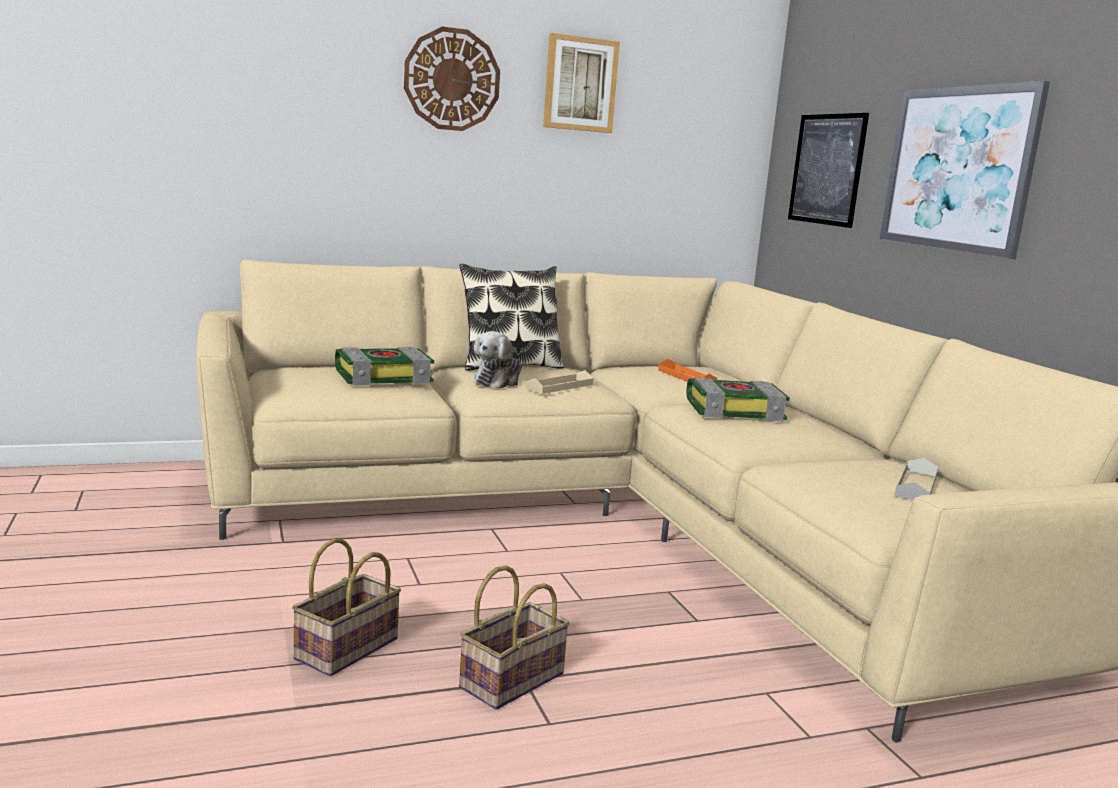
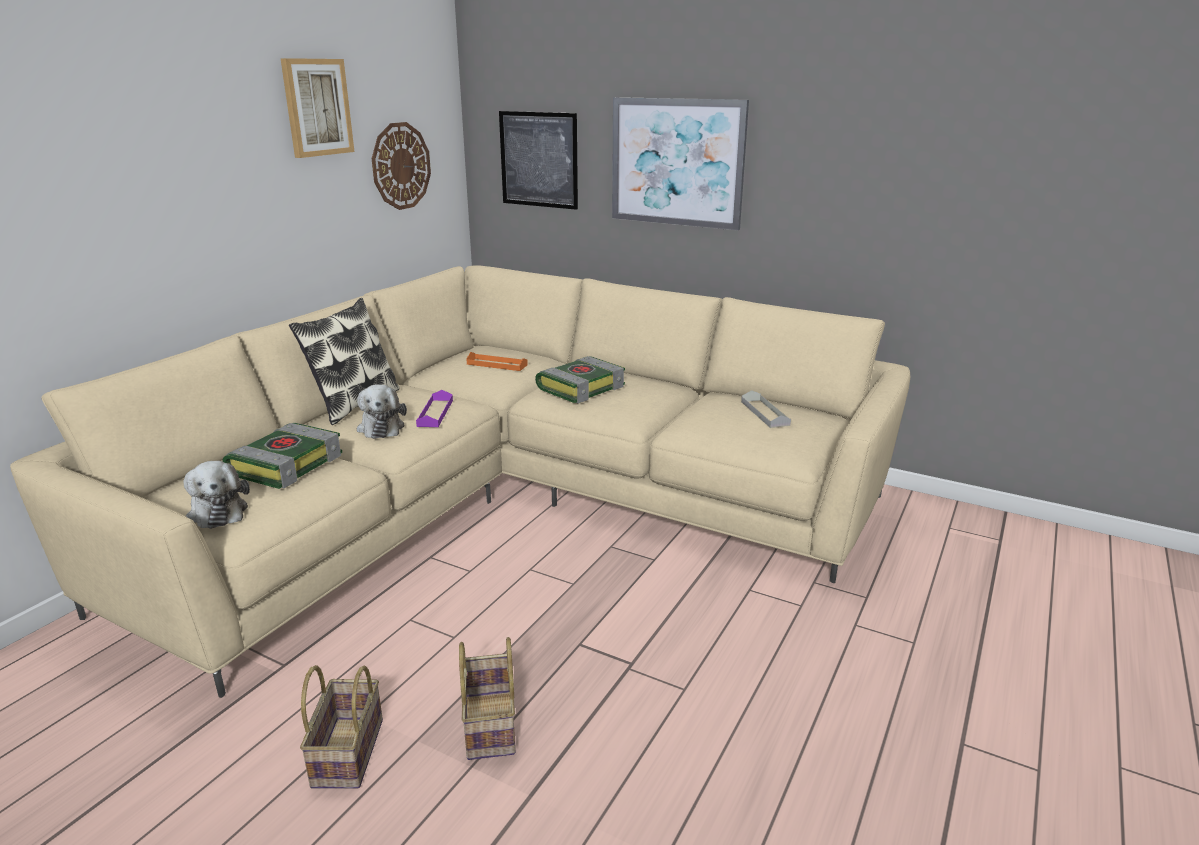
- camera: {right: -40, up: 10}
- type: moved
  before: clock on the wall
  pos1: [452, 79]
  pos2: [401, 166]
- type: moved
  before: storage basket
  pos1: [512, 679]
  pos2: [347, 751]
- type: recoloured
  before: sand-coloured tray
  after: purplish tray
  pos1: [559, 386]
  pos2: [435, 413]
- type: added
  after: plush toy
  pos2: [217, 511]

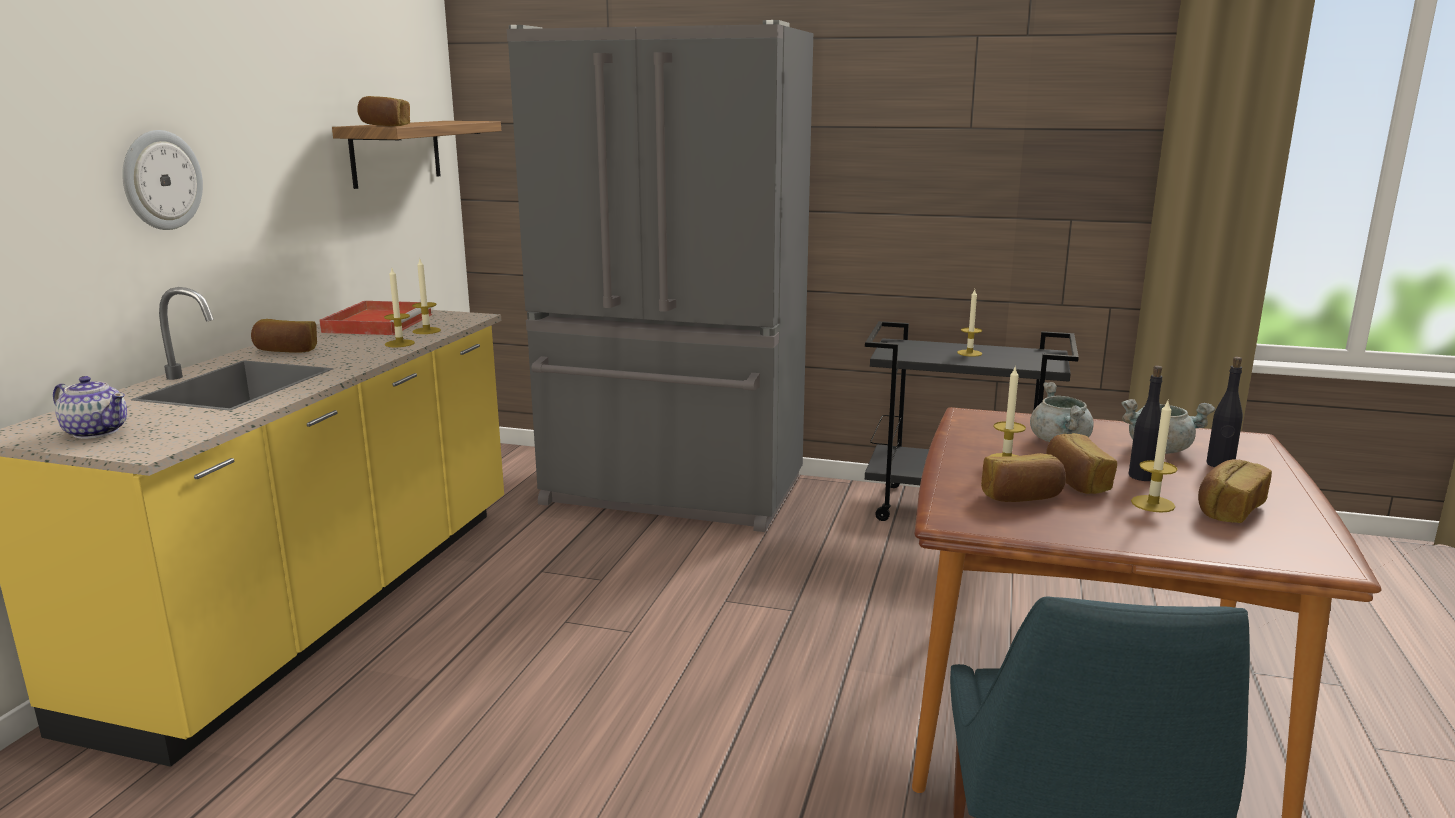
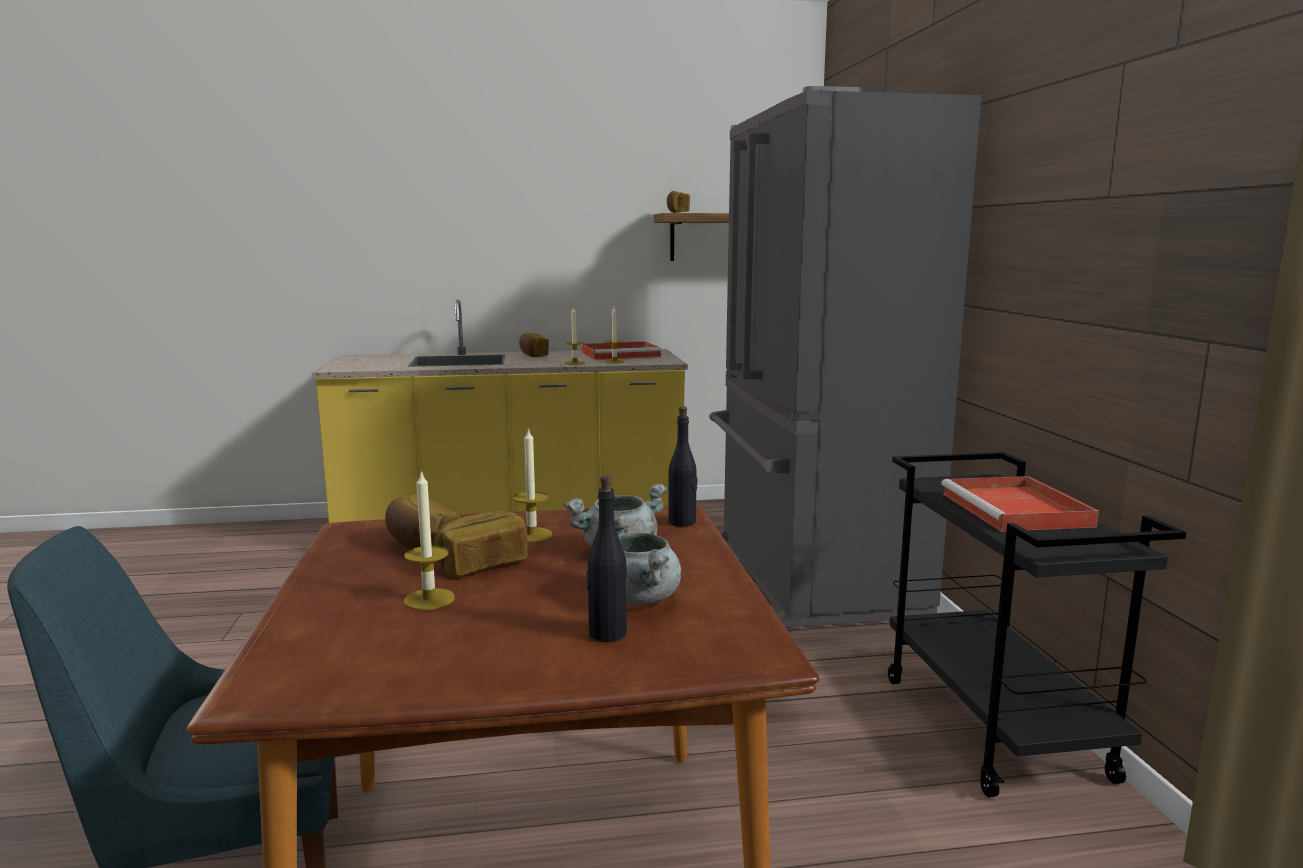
- camera: {right: 65, up: -5}
- type: removed
  before: teapot
  pos1: [96, 432]
- type: removed
  before: clock on the wall
  pos1: [161, 180]
- type: replaced
  before: wax candle
  after: red tray
  pos1: [969, 353]
  pos2: [1017, 510]
- type: moved
  before: blackish bottle
  pos1: [1142, 476]
  pos2: [682, 522]
- type: removed
  before: baked bread
  pos1: [1228, 510]

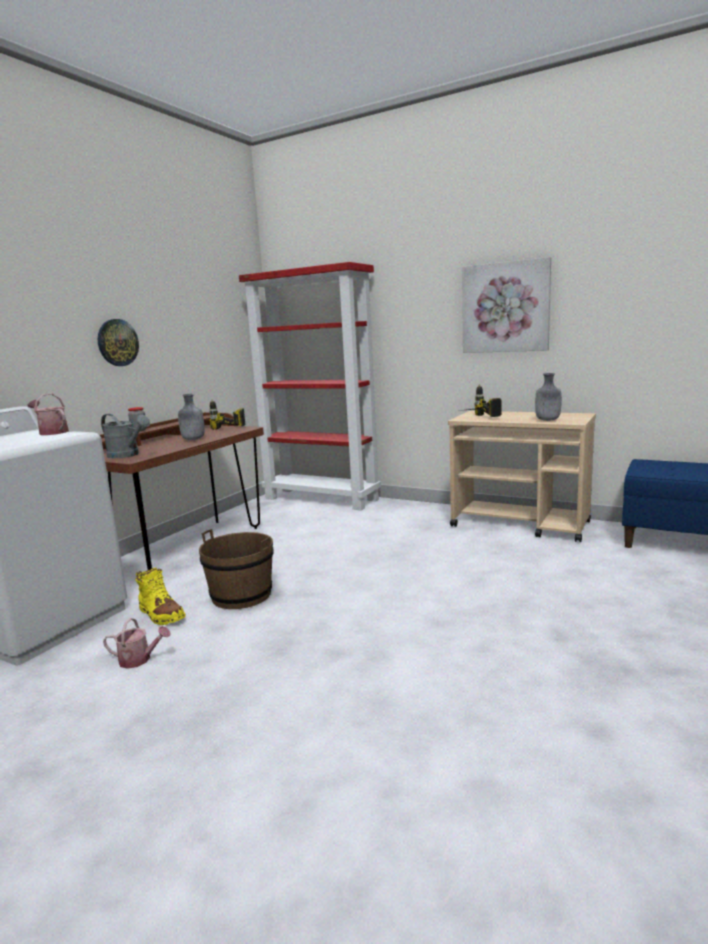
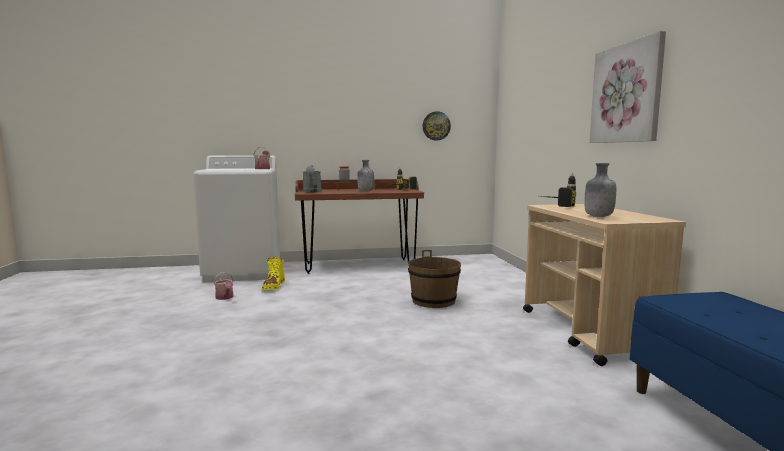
- camera: {right: 50, up: -5}
- type: moved
  before: clock on the wall
  pos1: [117, 342]
  pos2: [436, 126]
- type: moved
  before: brown pail
  pos1: [241, 595]
  pos2: [433, 301]
- type: removed
  before: red bookshelf
  pos1: [322, 499]

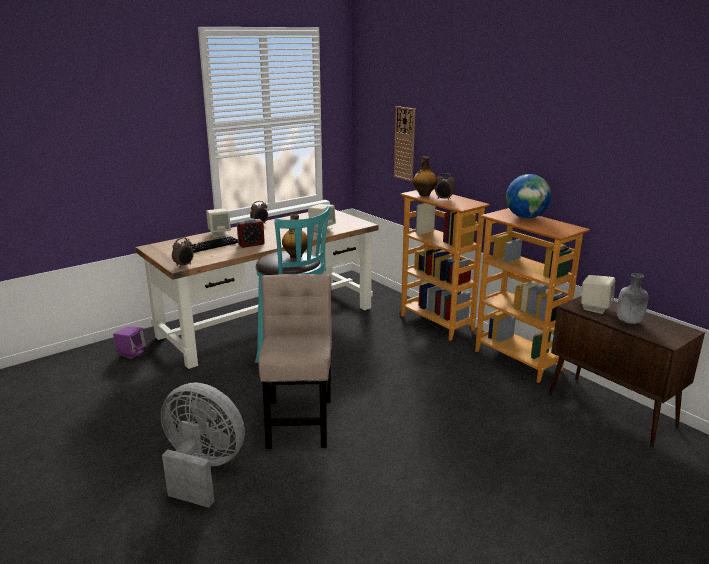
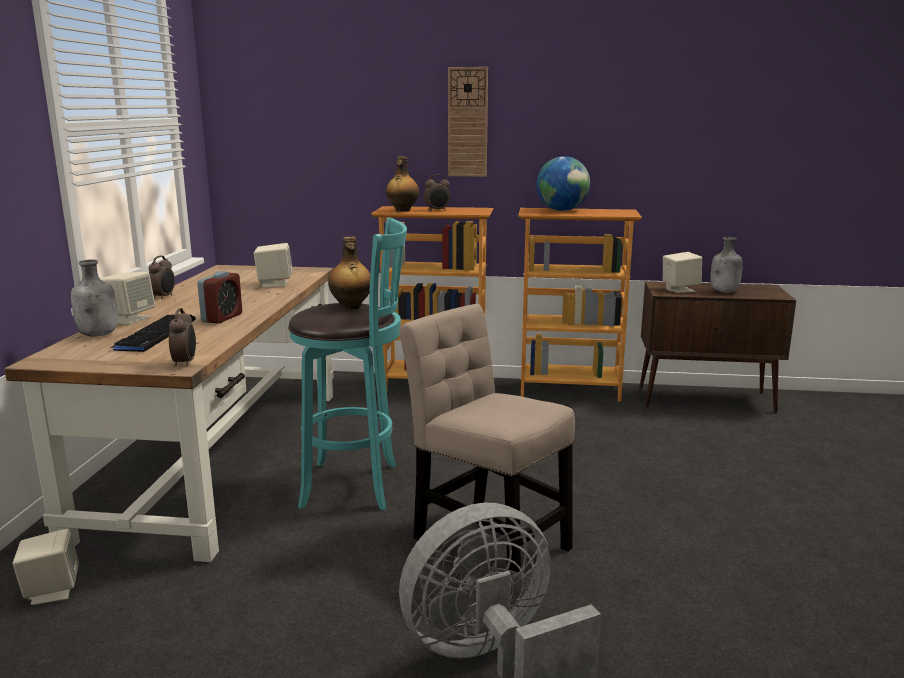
- camera: {right: -45, up: -5}
- type: recoloured
  before: purplish loudspeaker
  after: sand-coloured loudspeaker
  pos1: [132, 353]
  pos2: [51, 591]
- type: moved
  before: clock on the wall
  pos1: [405, 143]
  pos2: [467, 122]
- type: added
  after: gray bottle
  pos2: [99, 334]

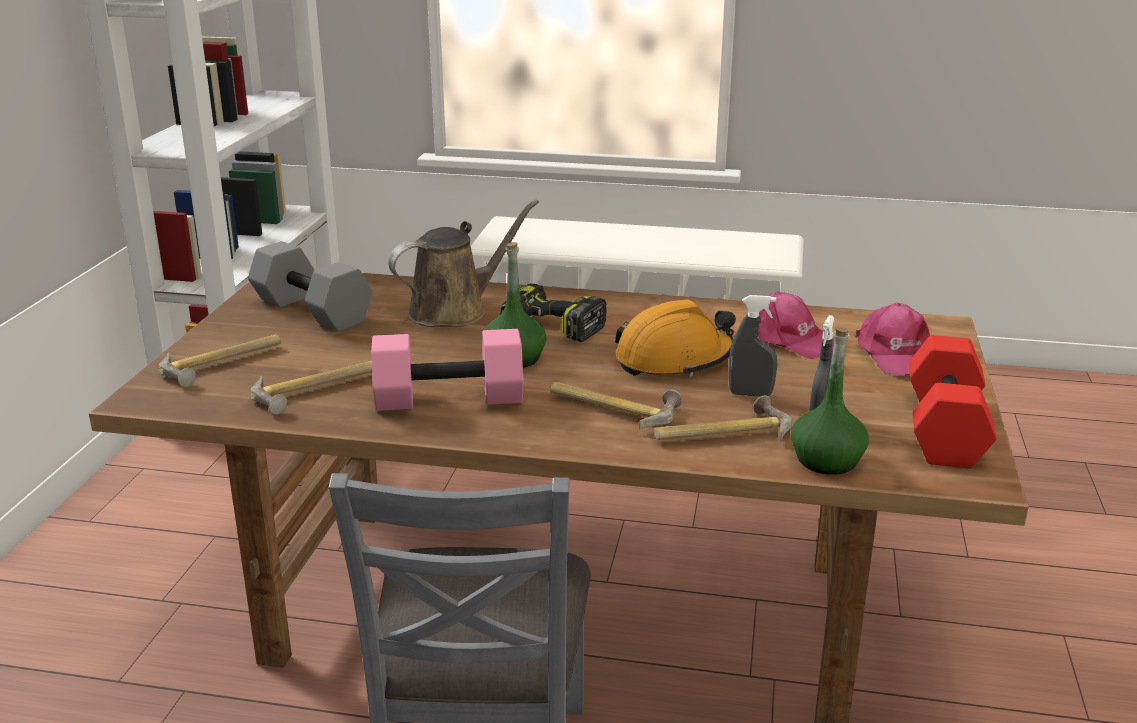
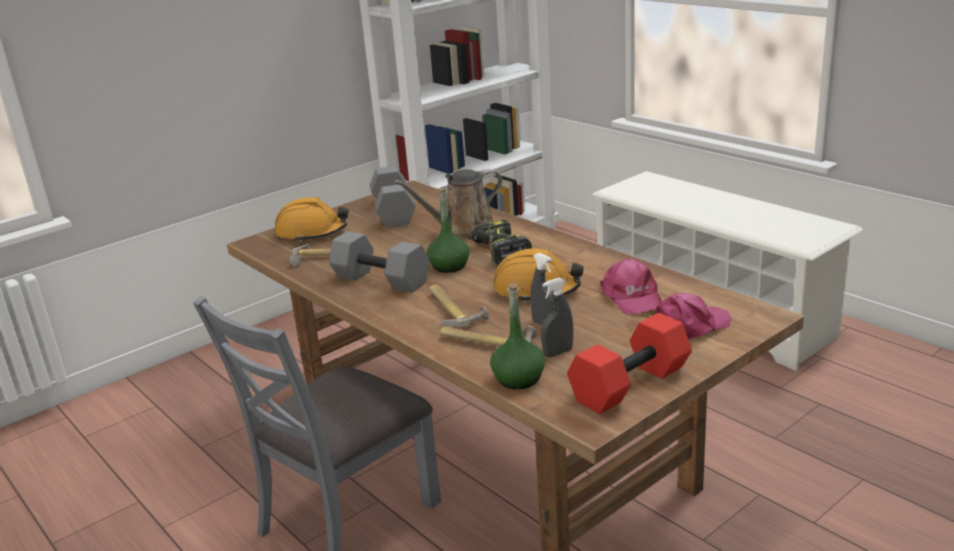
- camera: {right: 40, up: 0}
- type: replaced
  before: tool hammer
  after: orangey hard hat
  pos1: [224, 364]
  pos2: [312, 233]
- type: recoloured
  before: pinkish free weight
  after: gray free weight
  pos1: [450, 397]
  pos2: [383, 279]
- type: turned
  before: brown sprinkling can
  pos1: [454, 311]
  pos2: [463, 229]
  turn: 150
- type: turned
  before: pinkish baseball cap
  pos1: [896, 355]
  pos2: [690, 327]
  turn: -150

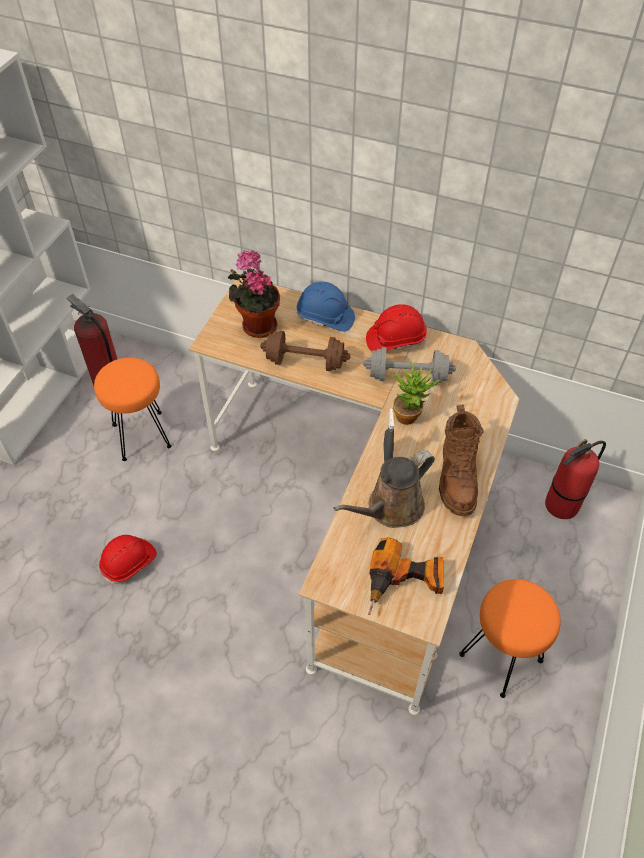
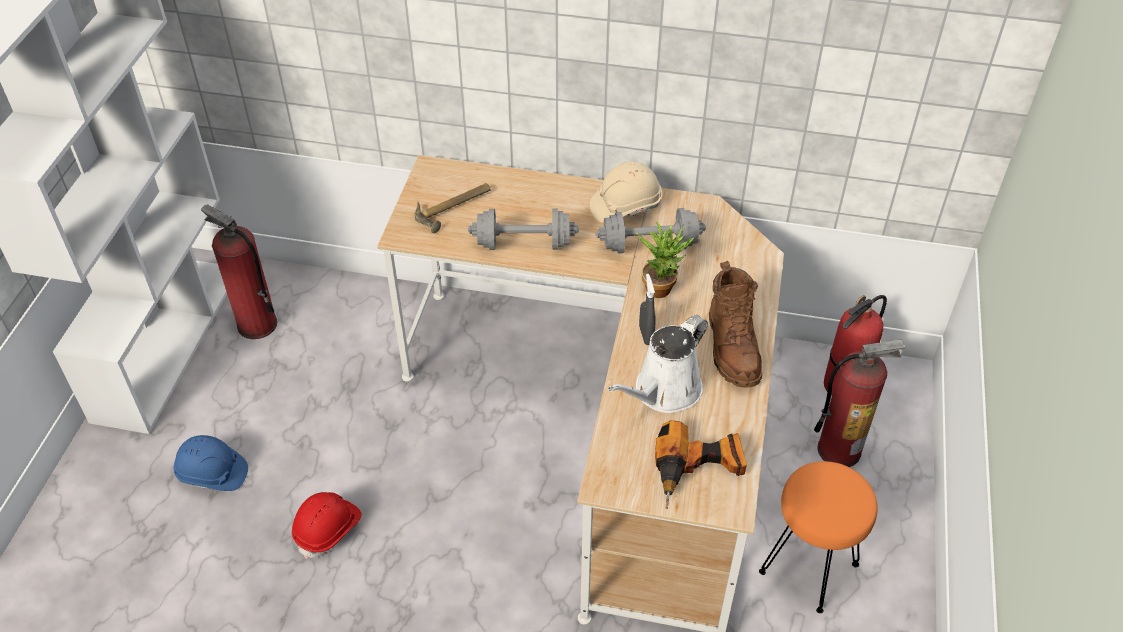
- camera: {right: -10, up: -5}
- type: removed
  before: orangey stool seat
  pos1: [142, 435]
- type: replaced
  before: houseplant
  after: tool hammer
  pos1: [257, 325]
  pos2: [455, 209]
- type: recoloured
  before: brown free weight
  after: gray free weight
  pos1: [305, 362]
  pos2: [524, 244]
- type: moved
  before: blue hard hat
  pos1: [325, 317]
  pos2: [212, 474]
- type: recoloured
  before: brown sprinkling can
  after: white-coloured sprinkling can
  pos1: [391, 508]
  pos2: [663, 392]
- type: recoloured
  before: red hard hat
  after: sand-coloured hard hat
  pos1: [395, 339]
  pos2: [625, 206]
- type: added
  after: extinguisher
  pos2: [839, 449]

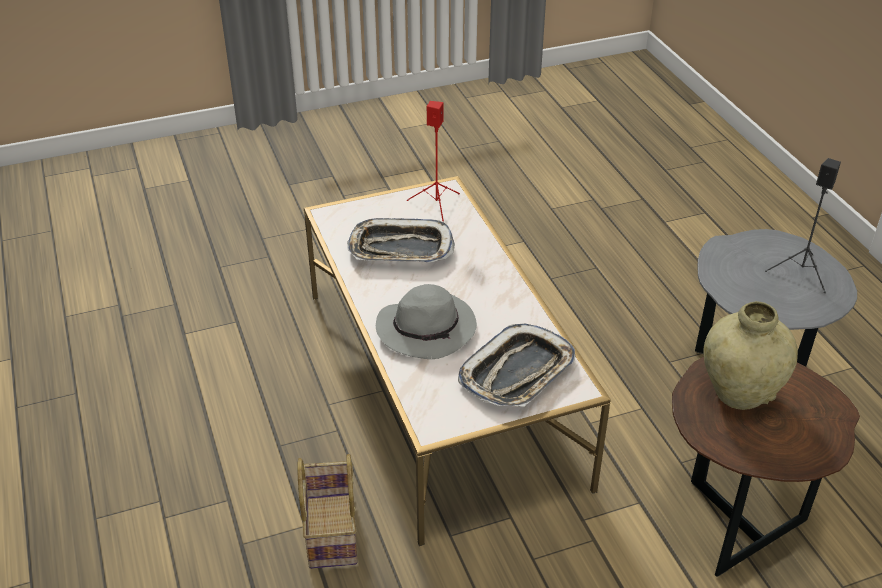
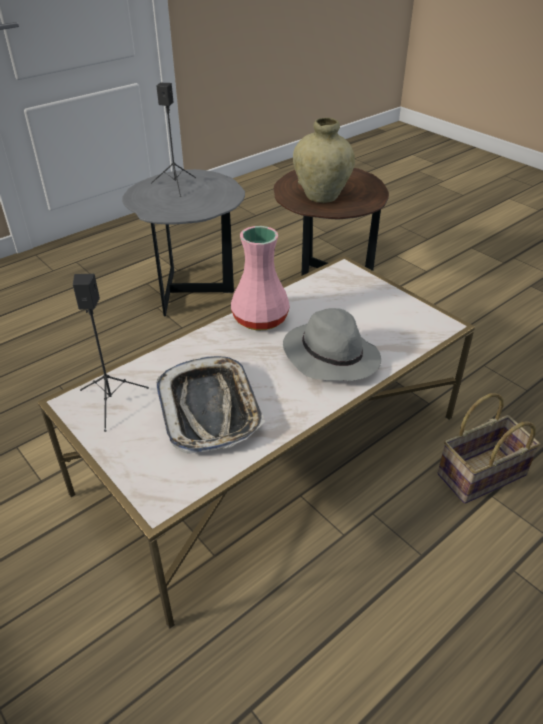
- camera: {right: -110, up: 0}
- type: recoloured
  before: red loudspeaker
  after: blackish loudspeaker
  pos1: [437, 205]
  pos2: [110, 402]
- type: removed
  before: tray
  pos1: [517, 373]
- type: added
  after: pinkish decorative vase
  pos2: [260, 320]

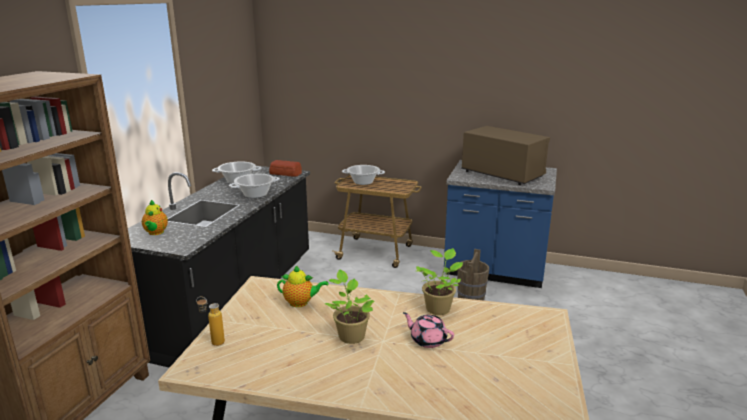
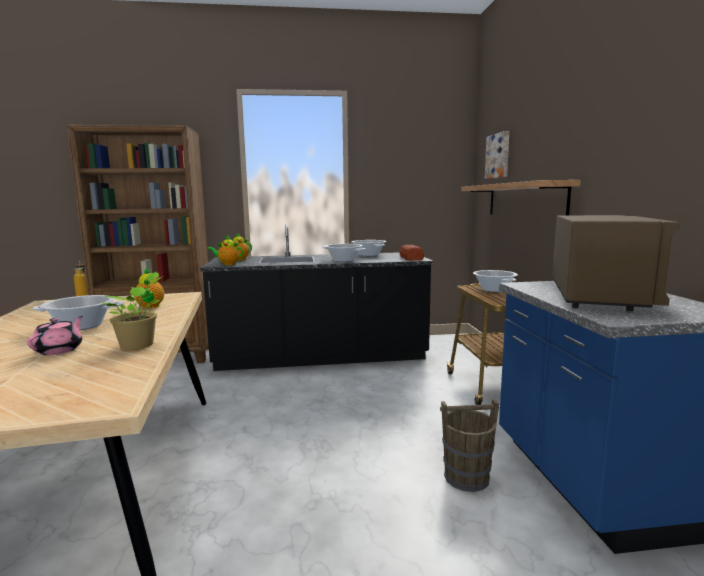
- camera: {right: 65, up: -10}
- type: replaced
  before: houseplant
  after: cooking pot
  pos1: [350, 335]
  pos2: [81, 326]
- type: added
  after: teapot
  pos2: [227, 264]
- type: added
  after: wall shelf
  pos2: [524, 200]
- type: added
  after: wall picture
  pos2: [498, 156]

